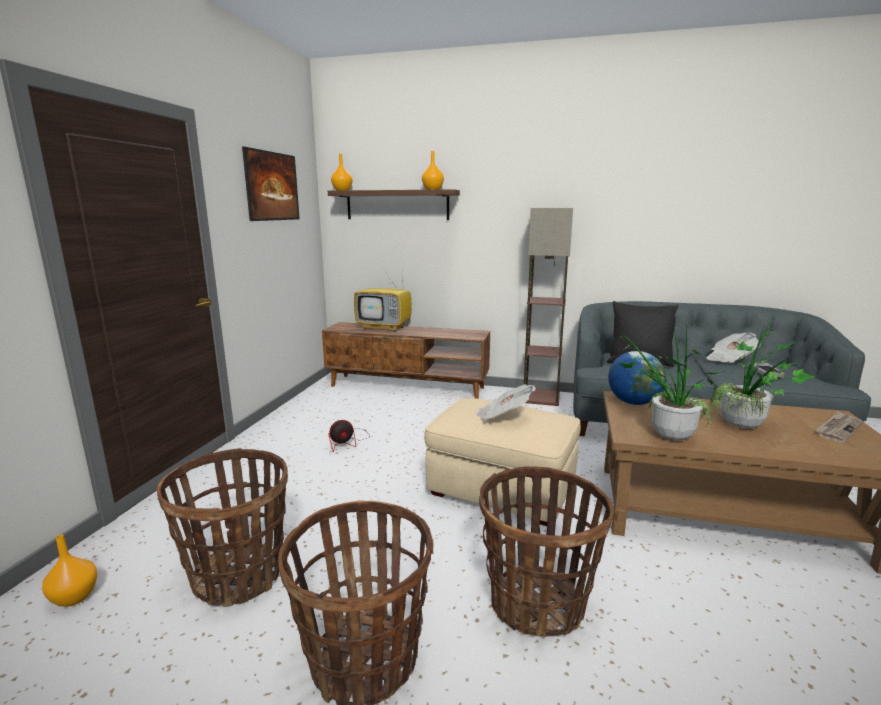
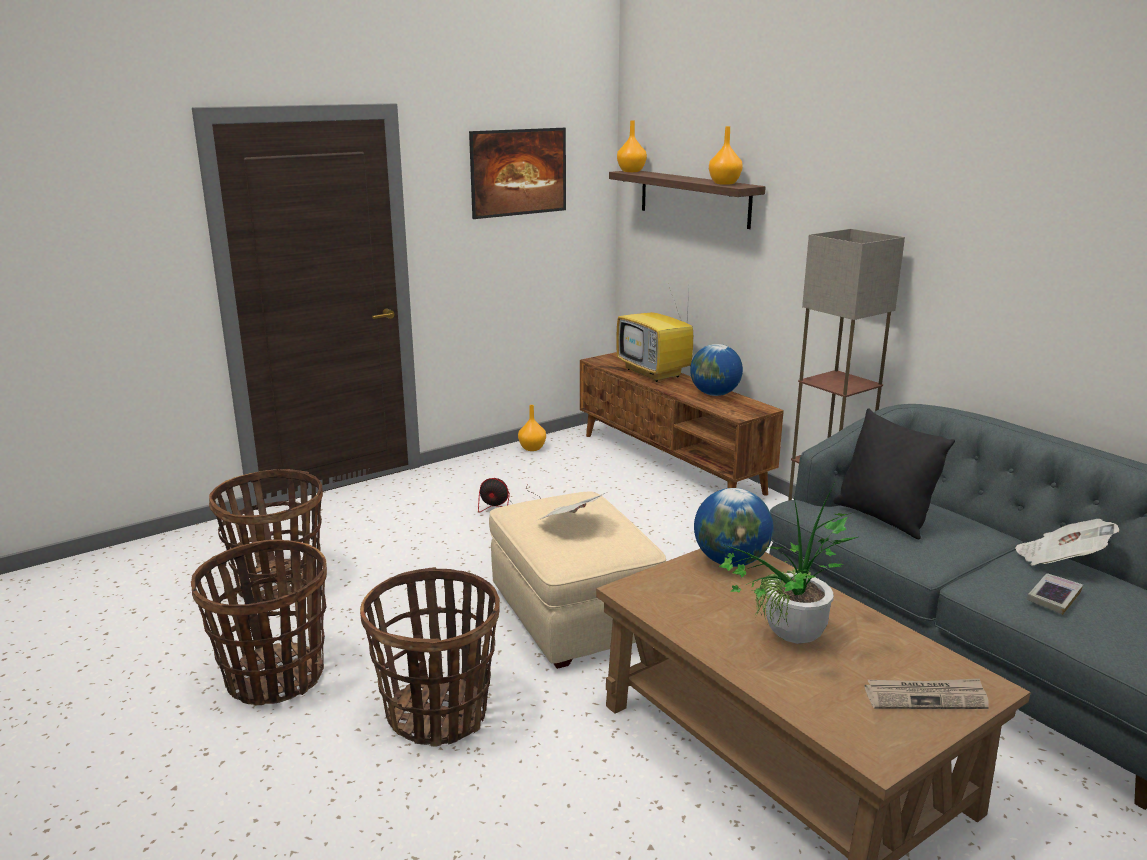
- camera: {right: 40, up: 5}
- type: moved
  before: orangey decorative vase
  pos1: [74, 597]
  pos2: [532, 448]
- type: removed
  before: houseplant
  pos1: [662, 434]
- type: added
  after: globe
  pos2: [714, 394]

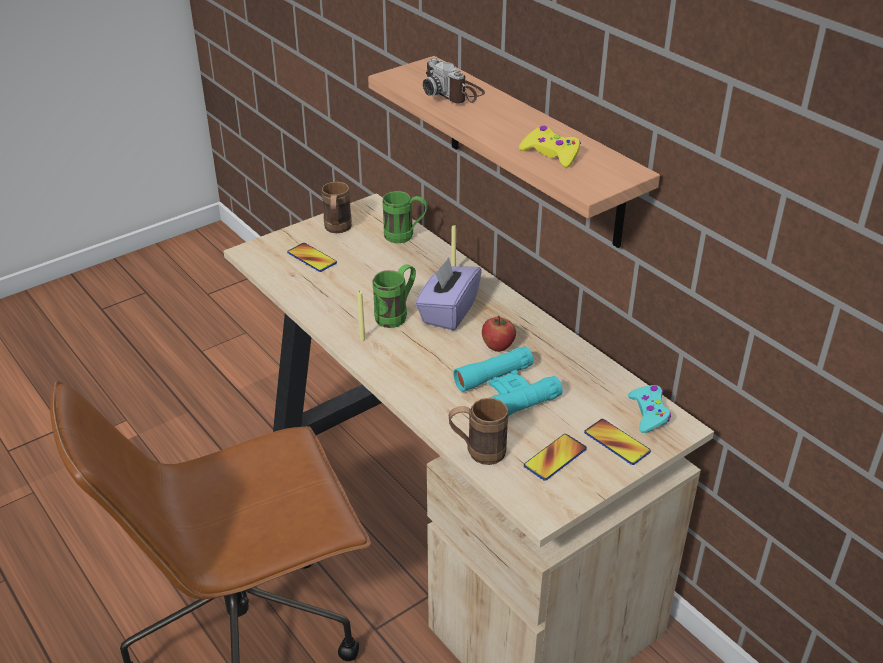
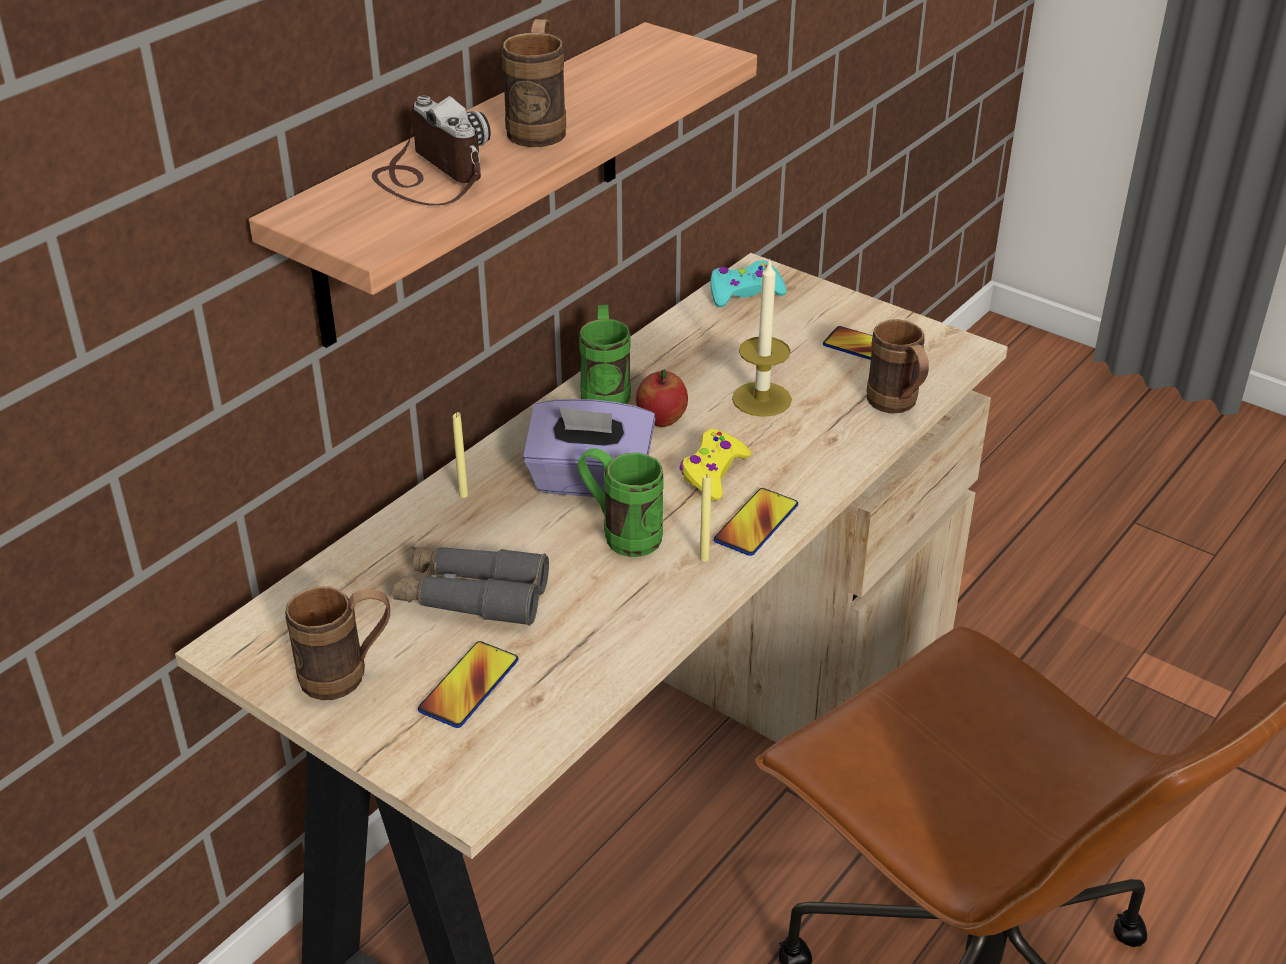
- camera: {right: -105, up: 0}
- type: moved
  before: greenish mug
  pos1: [405, 237]
  pos2: [605, 390]
- type: turned
  before: photo camera
  pos1: [454, 92]
  pos2: [430, 176]
  turn: -75
- type: replaced
  before: blue-green binoculars
  after: wax candle
  pos1: [507, 392]
  pos2: [761, 399]
- type: moved
  before: yellow-coloured joypad
  pos1: [551, 154]
  pos2: [713, 473]
- type: moved
  before: telephone
  pos1: [616, 443]
  pos2: [756, 523]
- type: added
  after: gray binoculars
  pos2: [472, 596]
- type: added
  after: brown mug
  pos2: [540, 127]

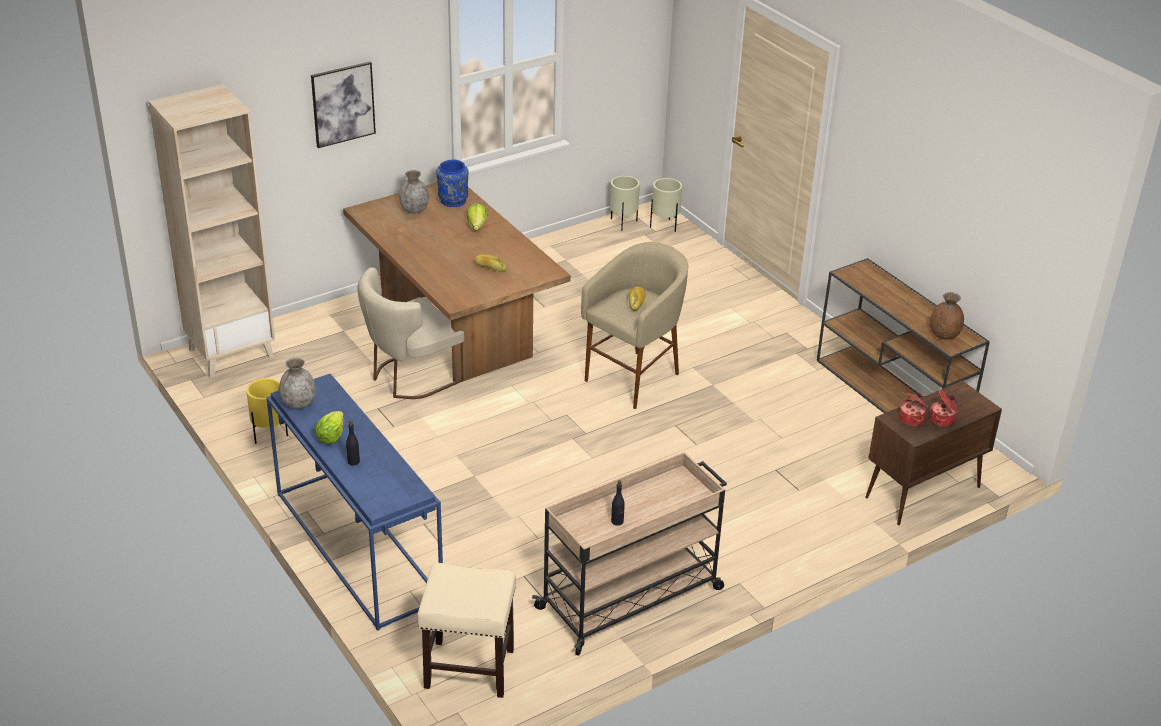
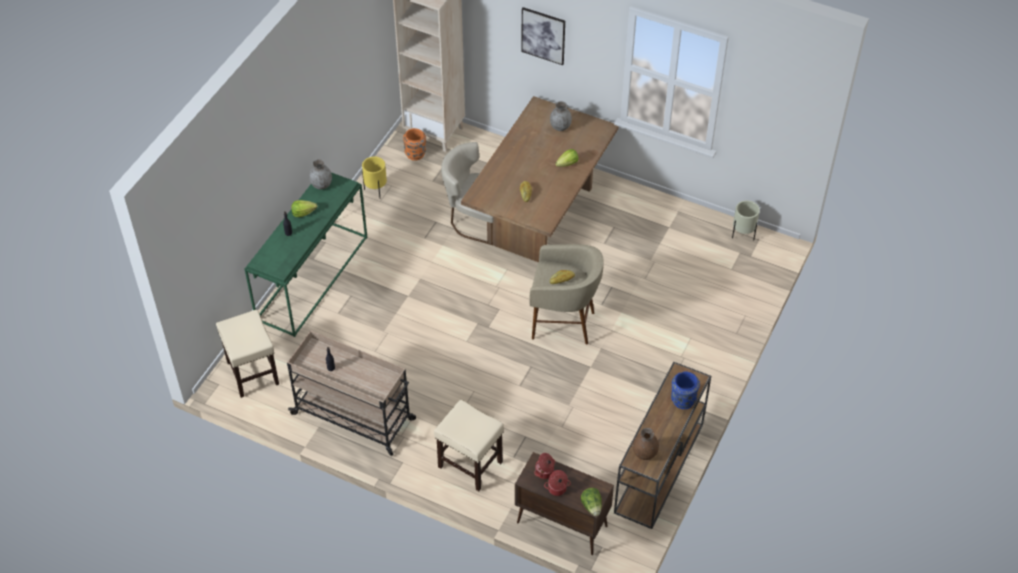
- camera: {right: 60, up: 15}
- type: recoloured
  before: blue console table
  after: greenish console table
  pos1: [355, 546]
  pos2: [312, 277]
- type: moved
  before: blue decorative vase
  pos1: [453, 201]
  pos2: [683, 400]
- type: removed
  before: sand-coloured plant pot
  pos1: [665, 226]
- type: added
  after: orangey decorative vase
  pos2: [415, 154]
- type: added
  after: sand-coloured stool seat
  pos2: [469, 464]
- type: added
  after: lettuce
  pos2: [592, 506]

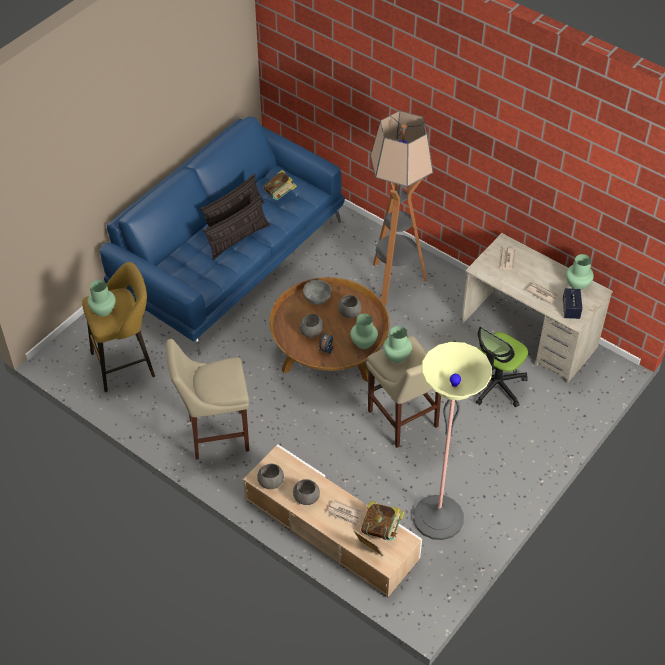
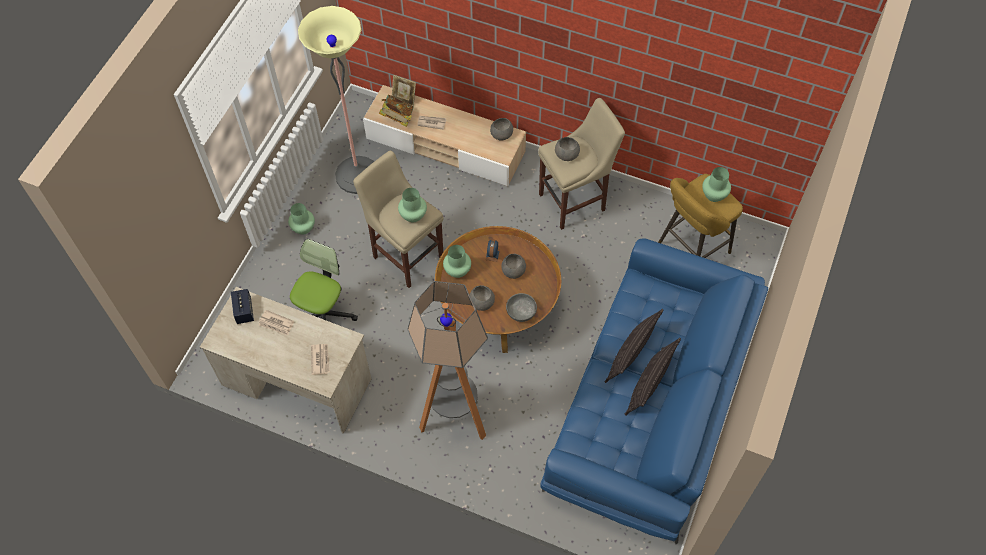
- camera: {right: 165, up: 10}
- type: removed
  before: book
  pos1: [280, 195]
- type: moved
  before: gray serving bowl
  pos1: [307, 497]
  pos2: [566, 154]
- type: moved
  before: greenish decorative vase
  pos1: [577, 285]
  pos2: [303, 228]

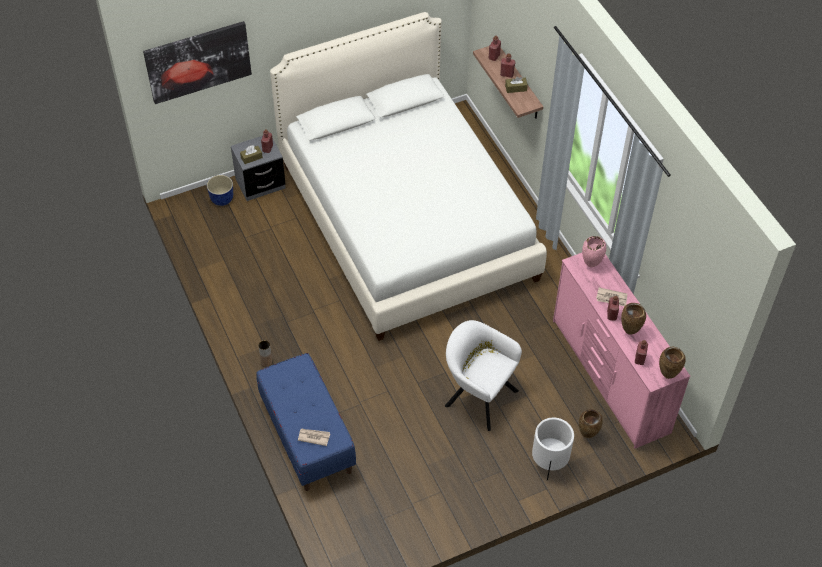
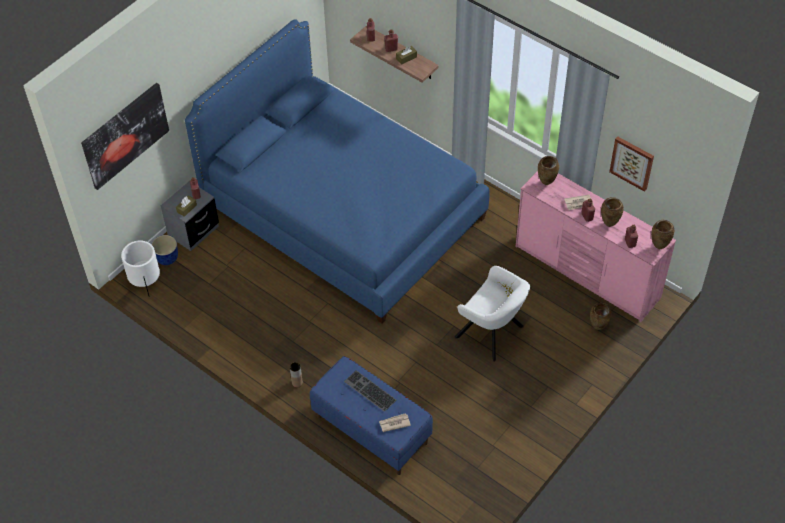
- camera: {right: -25, up: 0}
- type: recoloured
  before: white-coloured bed
  after: blue bed
  pos1: [407, 220]
  pos2: [343, 212]
- type: turned
  before: white-coloured armchair
  pos1: [478, 396]
  pos2: [492, 334]
  turn: -150
- type: moved
  before: white-coloured plant pot
  pos1: [549, 463]
  pos2: [146, 283]
- type: recoloured
  before: pinkish decorative vase
  after: brown decorative vase
  pos1: [591, 265]
  pos2: [546, 183]
- type: added
  after: keyboard
  pos2: [369, 391]
- type: added
  after: wall picture
  pos2: [632, 162]

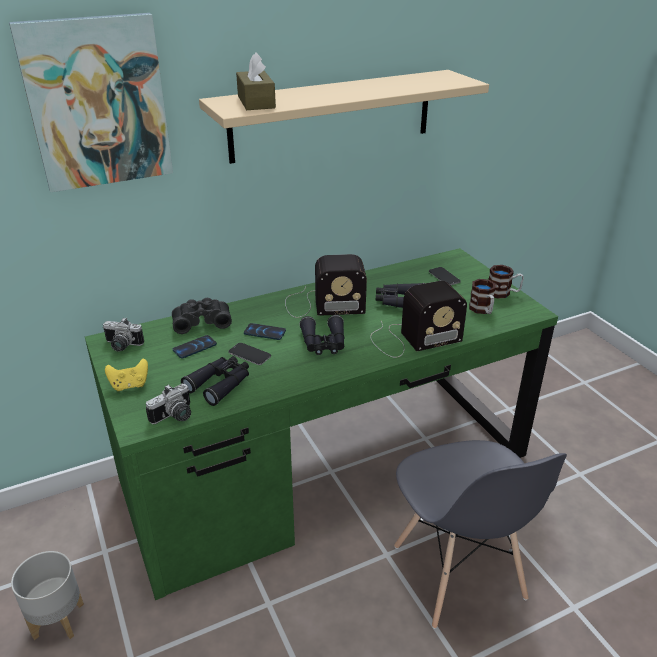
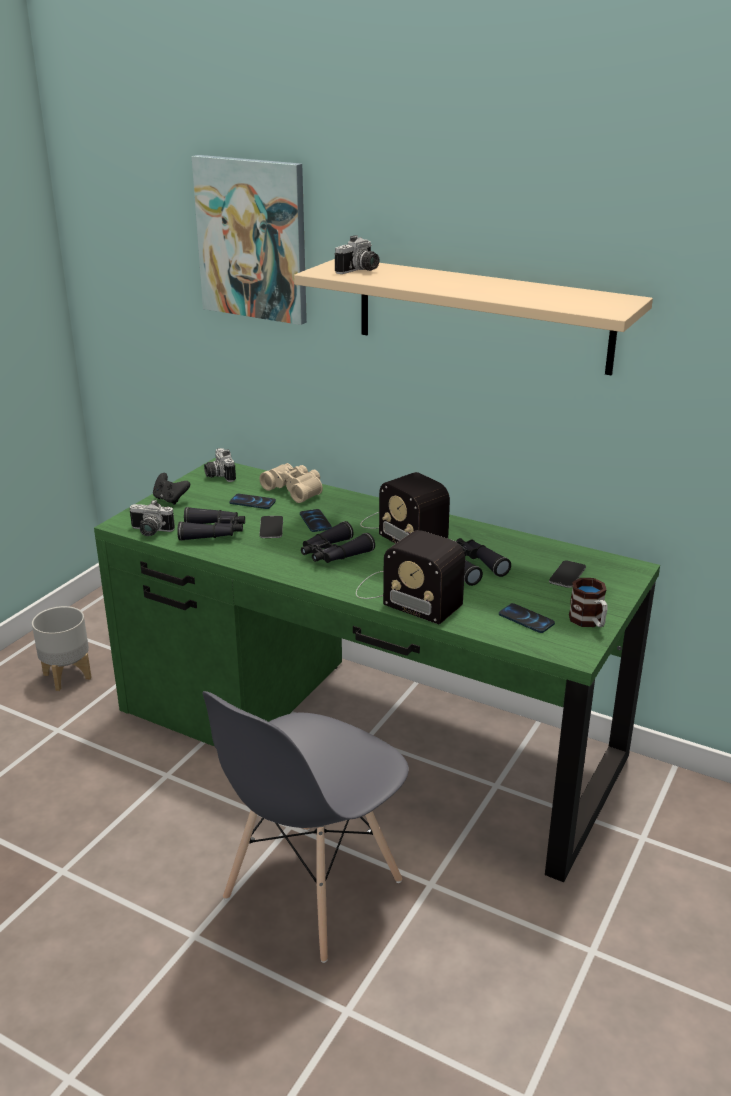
- camera: {right: 55, up: -5}
- type: recoloured
  before: yellow-coloured joypad
  after: blackish joypad
  pos1: [130, 385]
  pos2: [170, 500]
- type: recoloured
  before: blackish binoculars
  after: sand-coloured binoculars
  pos1: [201, 321]
  pos2: [295, 490]
- type: replaced
  before: brown tissue box
  after: photo camera
  pos1: [256, 102]
  pos2: [360, 271]
- type: replaced
  before: mug
  after: telephone
  pos1: [482, 310]
  pos2: [526, 619]

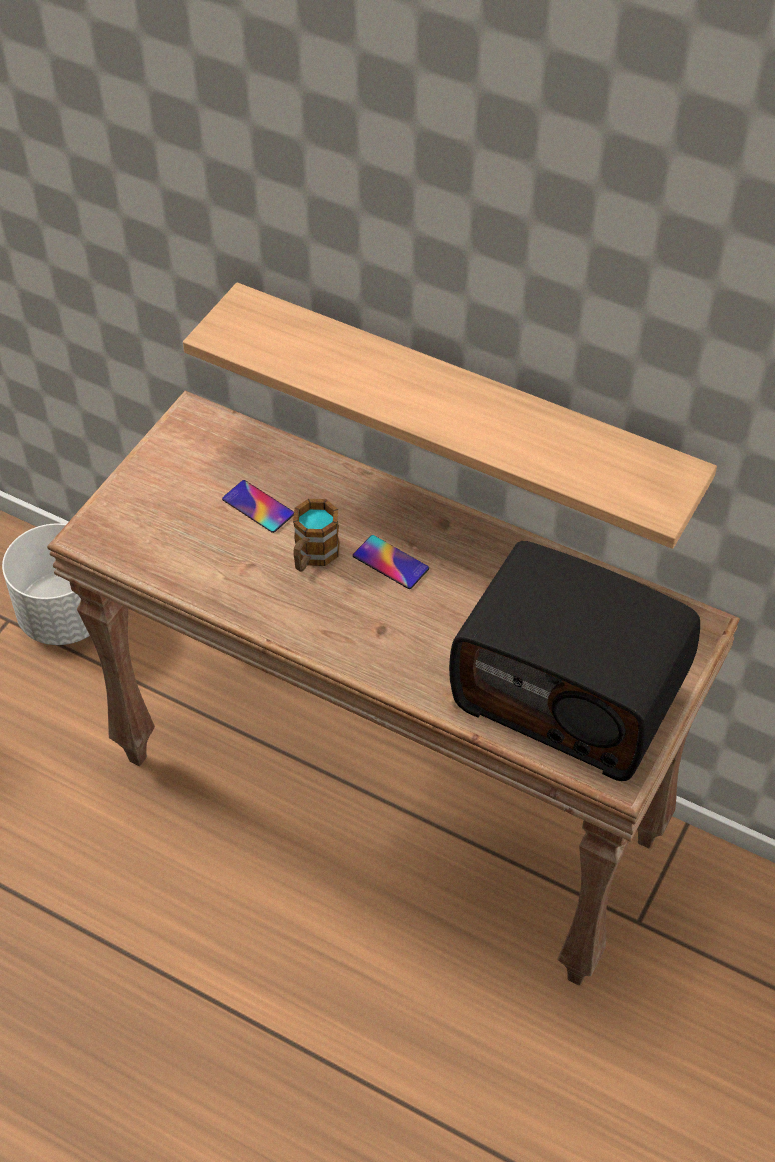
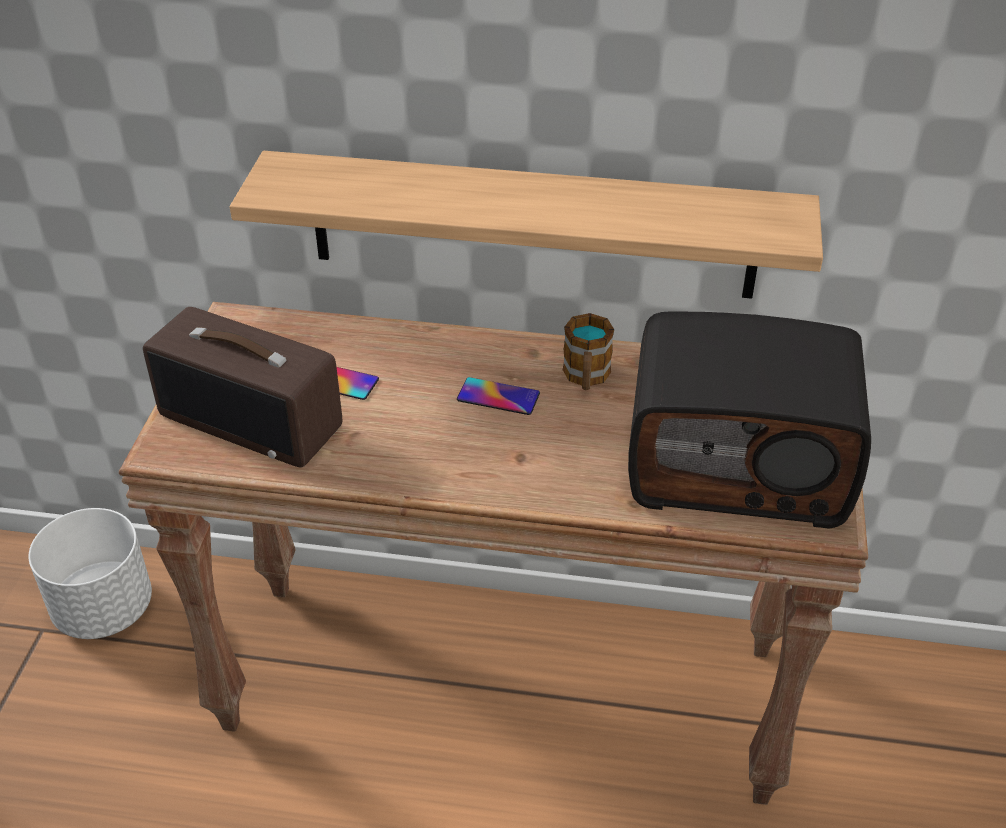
- camera: {right: -20, up: -10}
- type: moved
  before: mug
  pos1: [312, 556]
  pos2: [586, 378]
- type: added
  after: radio
  pos2: [253, 420]

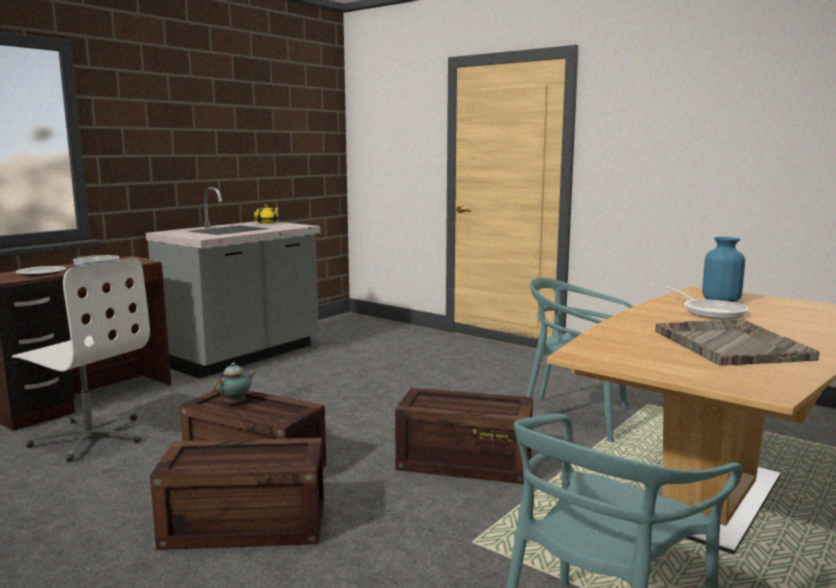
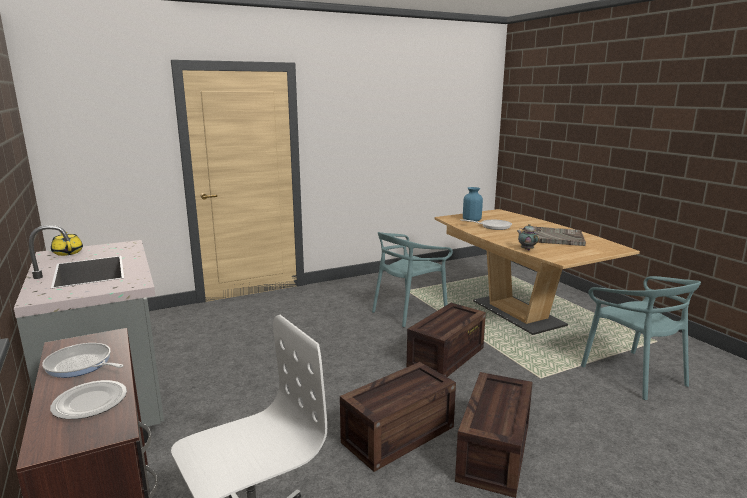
- camera: {right: -65, up: 5}
- type: moved
  before: teapot
  pos1: [237, 402]
  pos2: [526, 249]

